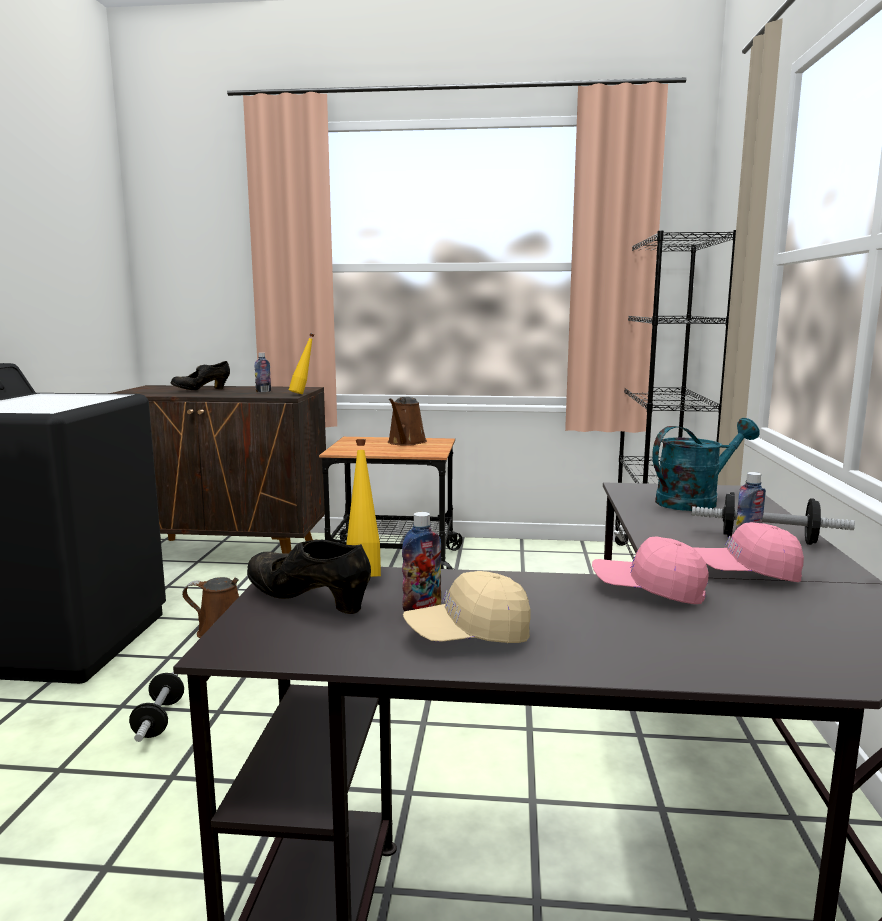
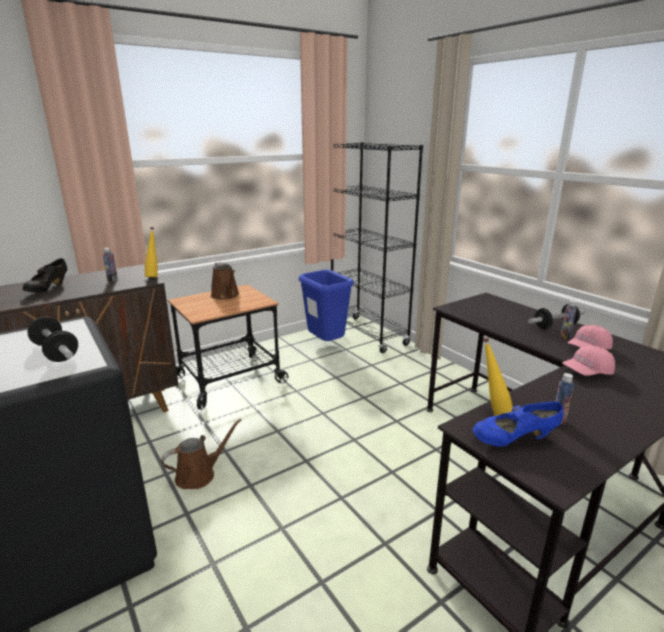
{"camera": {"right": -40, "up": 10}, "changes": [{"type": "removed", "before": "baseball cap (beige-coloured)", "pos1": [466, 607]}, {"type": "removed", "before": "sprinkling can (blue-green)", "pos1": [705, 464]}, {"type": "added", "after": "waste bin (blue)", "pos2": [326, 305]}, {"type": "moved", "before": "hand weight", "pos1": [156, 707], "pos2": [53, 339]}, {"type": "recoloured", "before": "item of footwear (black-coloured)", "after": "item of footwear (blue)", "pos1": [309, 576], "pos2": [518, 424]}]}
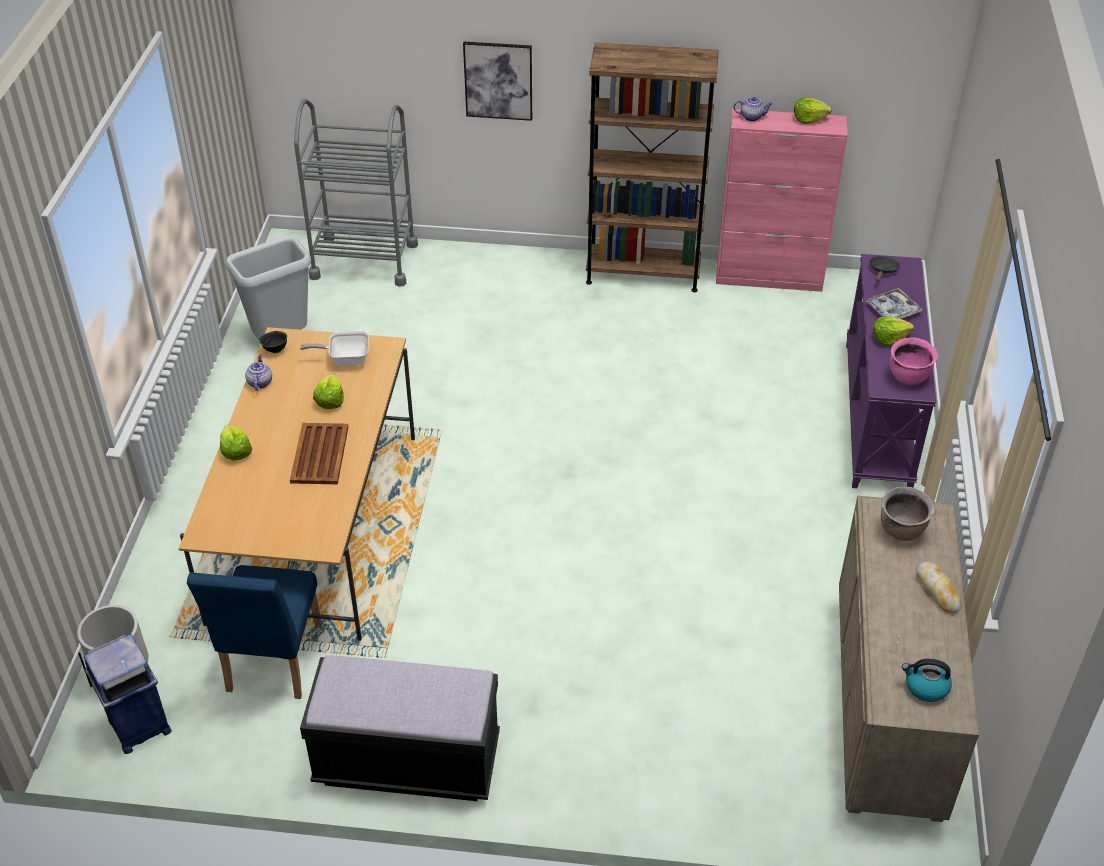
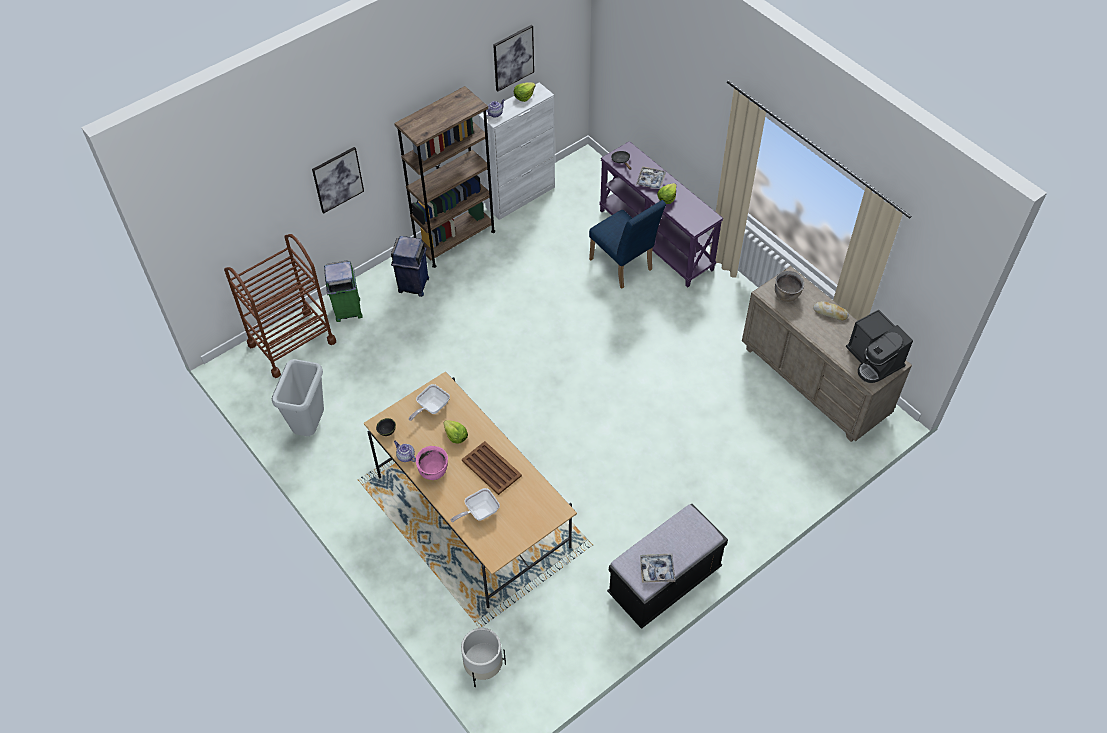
{"camera": {"right": -45, "up": 10}, "changes": [{"type": "removed", "before": "lettuce head", "pos1": [236, 442]}, {"type": "added", "after": "waste bin (greenish)", "pos2": [343, 291]}, {"type": "added", "after": "frying pan", "pos2": [475, 505]}, {"type": "added", "after": "wall art", "pos2": [513, 58]}, {"type": "added", "after": "carrying tray", "pos2": [657, 568]}, {"type": "moved", "before": "waste bin (blue)", "pos1": [128, 694], "pos2": [410, 266]}, {"type": "moved", "before": "plain chair (blue)", "pos1": [254, 632], "pos2": [627, 244]}, {"type": "moved", "before": "saucepot (pink-coloured)", "pos1": [914, 361], "pos2": [432, 463]}, {"type": "replaced", "before": "kettle", "after": "coffee maker", "pos1": [927, 680], "pos2": [879, 346]}, {"type": "recoloured", "before": "cart (greyish)", "after": "cart (brown)", "pos1": [356, 193], "pos2": [280, 306]}, {"type": "recoloured", "before": "storage cabinet (pink-coloured)", "after": "storage cabinet (white)", "pos1": [782, 200], "pos2": [517, 151]}]}
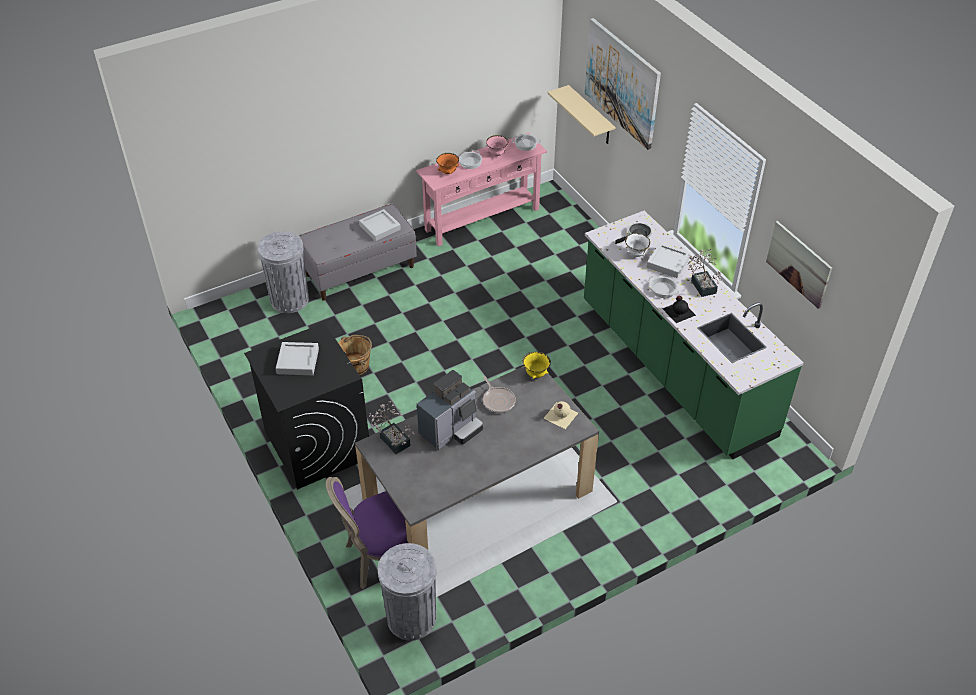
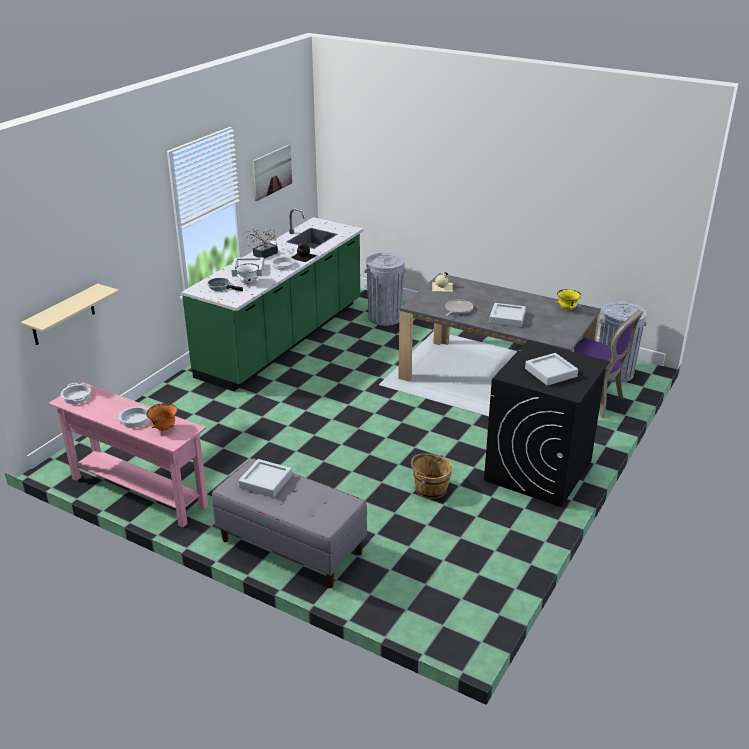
{"camera": {"right": -120, "up": -15}, "changes": [{"type": "removed", "before": "plant in a pot", "pos1": [392, 427]}, {"type": "removed", "before": "deep dish (pink-coloured)", "pos1": [497, 145]}, {"type": "removed", "before": "wall art", "pos1": [622, 84]}, {"type": "moved", "before": "waste bin (greyish)", "pos1": [283, 272], "pos2": [385, 289]}, {"type": "moved", "before": "deep dish (yellow)", "pos1": [536, 365], "pos2": [568, 299]}, {"type": "replaced", "before": "coffee maker", "after": "carrying tray (greyish)", "pos1": [450, 410], "pos2": [507, 315]}]}
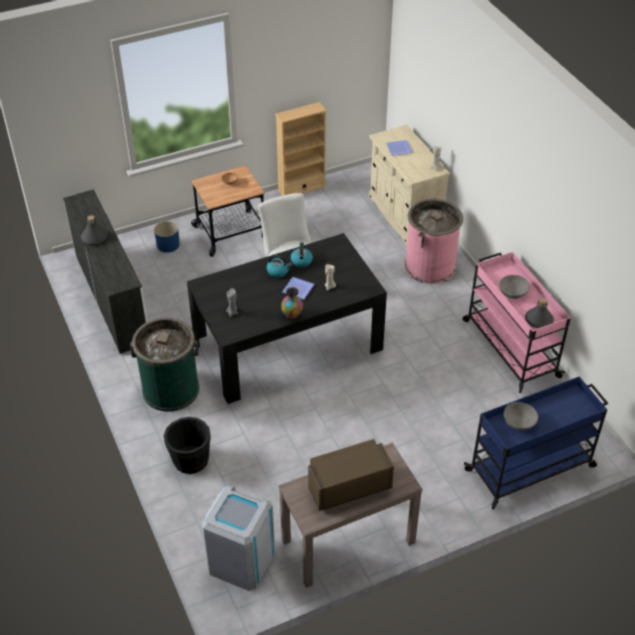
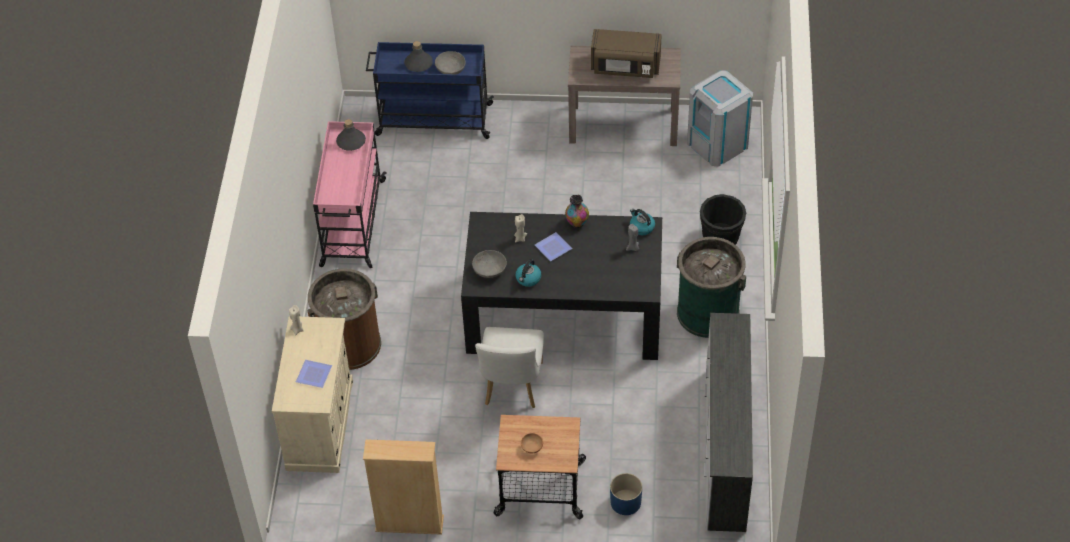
{"camera": {"right": -150, "up": 5}, "changes": [{"type": "moved", "before": "drink bottle (greyish)", "pos1": [94, 230], "pos2": [418, 56]}, {"type": "moved", "before": "kettle", "pos1": [279, 266], "pos2": [642, 222]}, {"type": "moved", "before": "deep dish (greyish)", "pos1": [514, 287], "pos2": [489, 264]}, {"type": "recoloured", "before": "waste bin (pink-coloured)", "after": "waste bin (brown)", "pos1": [434, 241], "pos2": [344, 319]}]}
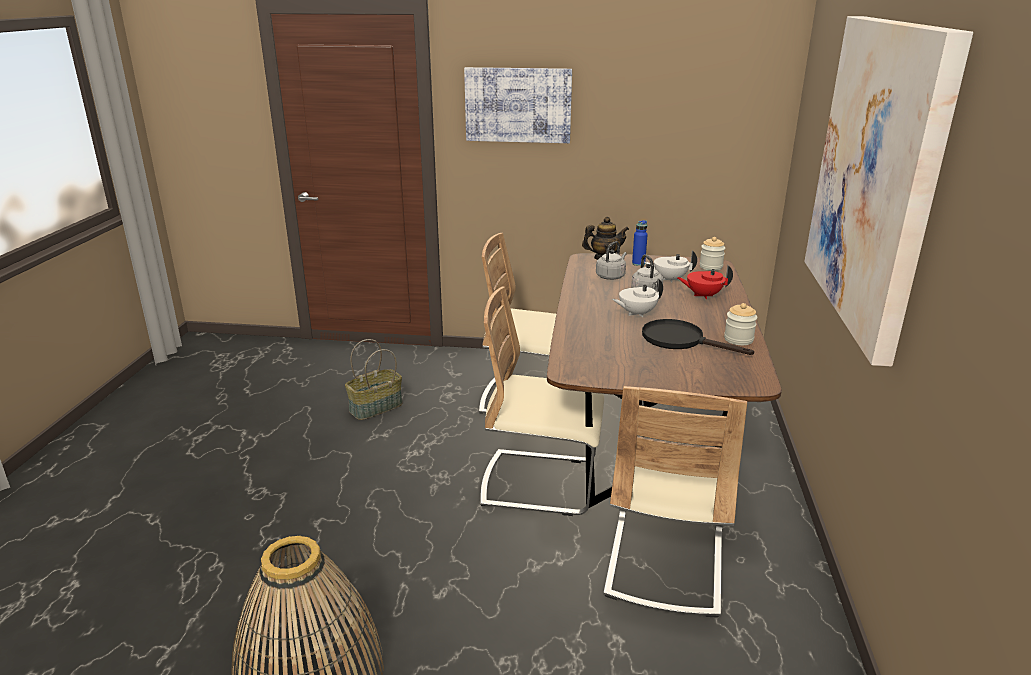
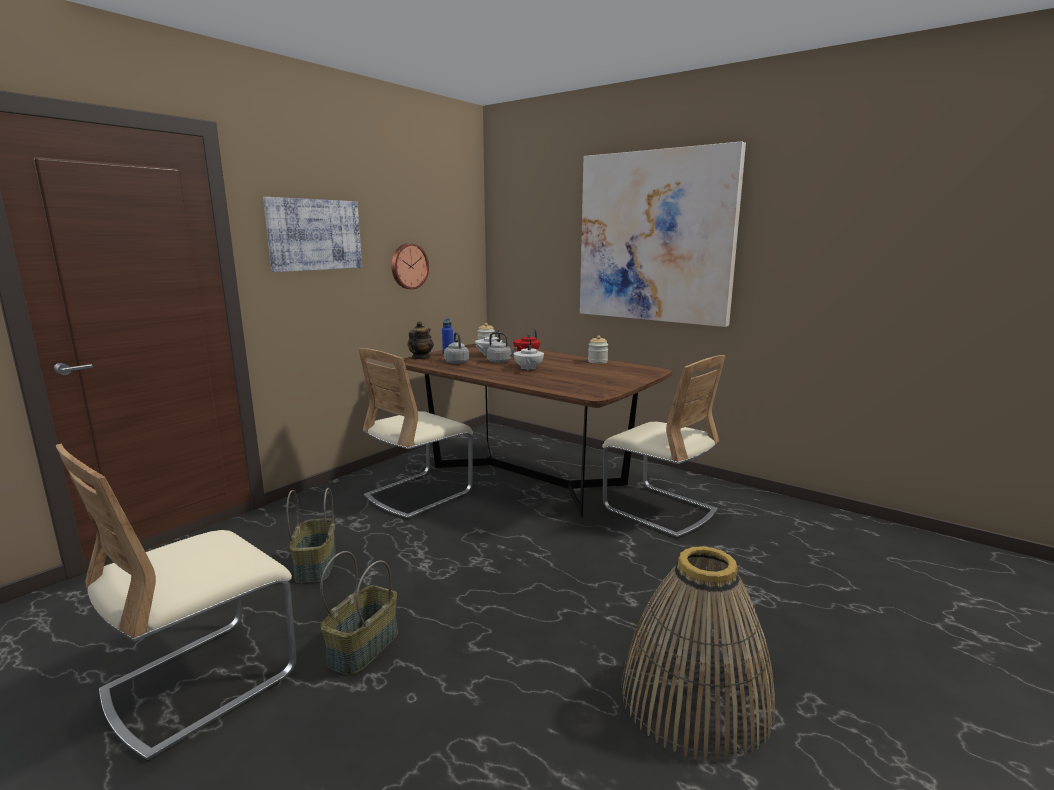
{"camera": {"right": -60, "up": -10}, "changes": [{"type": "removed", "before": "frying pan (black-coloured)", "pos1": [698, 337]}, {"type": "added", "after": "storage basket", "pos2": [359, 613]}, {"type": "added", "after": "clock on the wall", "pos2": [410, 266]}, {"type": "moved", "before": "plain chair (beige-coloured)", "pos1": [542, 401], "pos2": [176, 603]}]}
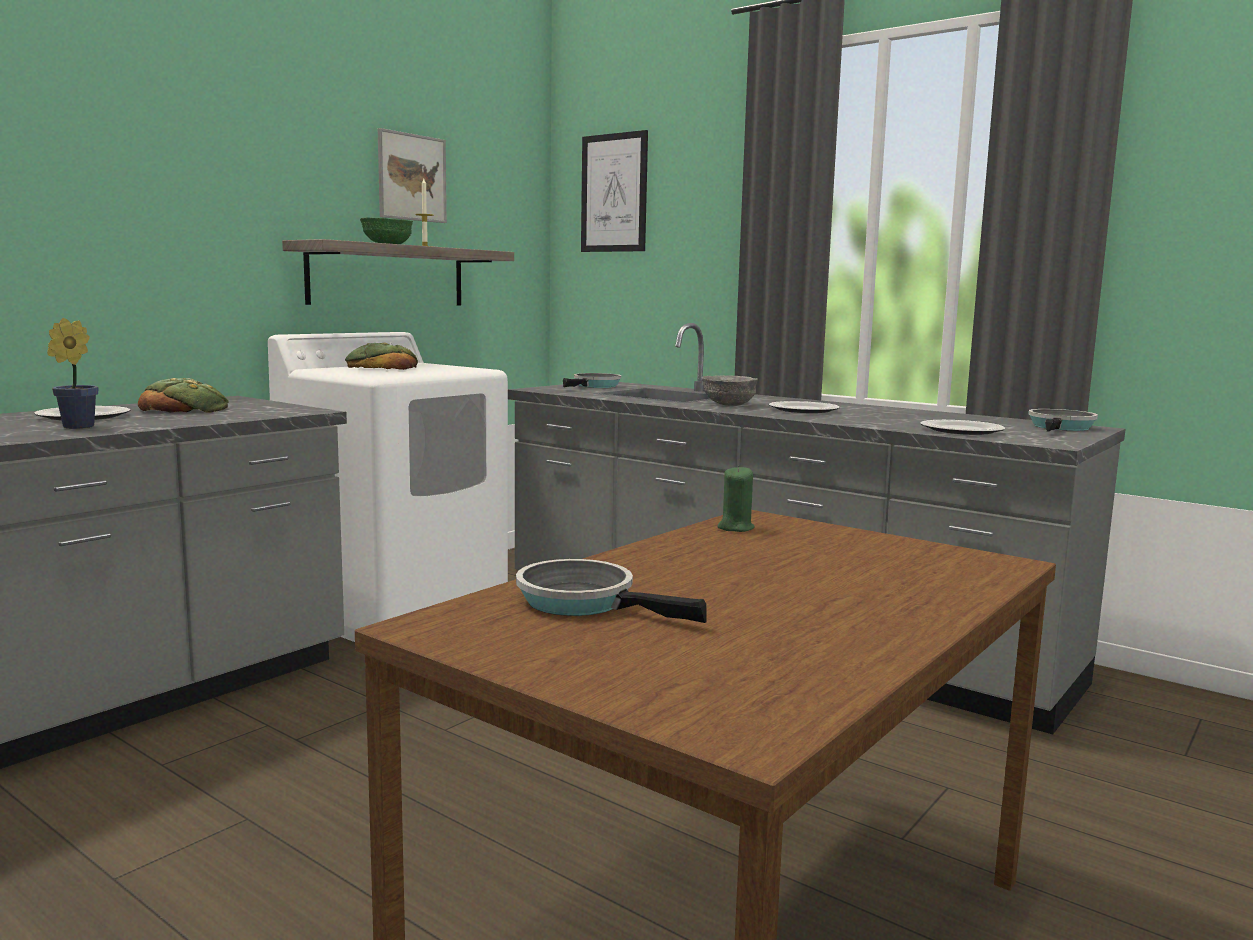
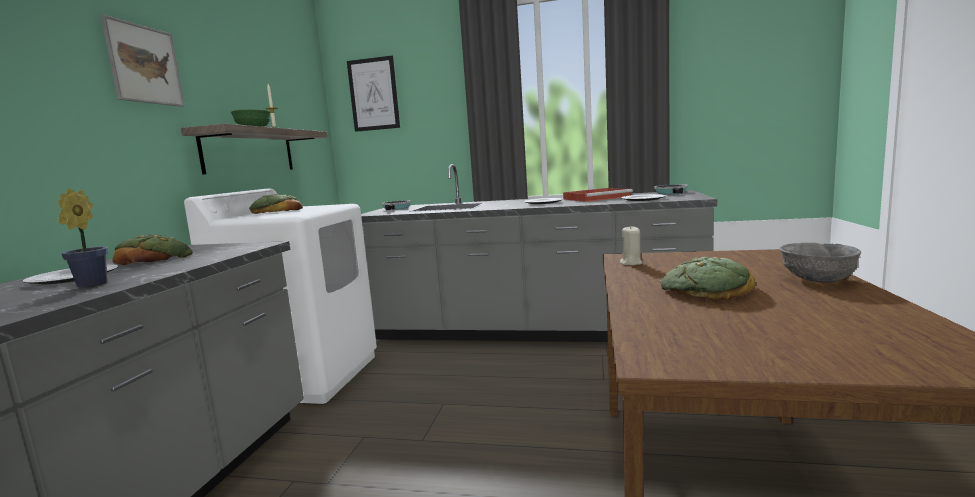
{"camera": {"right": -25, "up": 0}, "changes": [{"type": "removed", "before": "frying pan", "pos1": [611, 591]}, {"type": "added", "after": "carrying tray (red-coloured)", "pos2": [598, 195]}, {"type": "added", "after": "baked bread", "pos2": [707, 278]}, {"type": "moved", "before": "wall art", "pos1": [412, 175], "pos2": [142, 61]}, {"type": "moved", "before": "deep dish (greyish)", "pos1": [730, 390], "pos2": [820, 263]}, {"type": "recoloured", "before": "candle (greenish)", "after": "candle (beige-coloured)", "pos1": [736, 498], "pos2": [631, 245]}]}
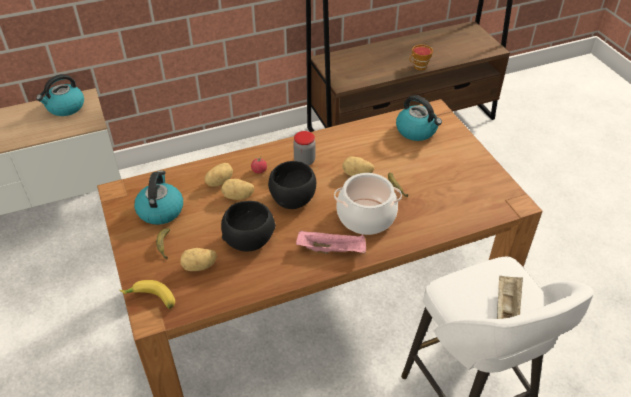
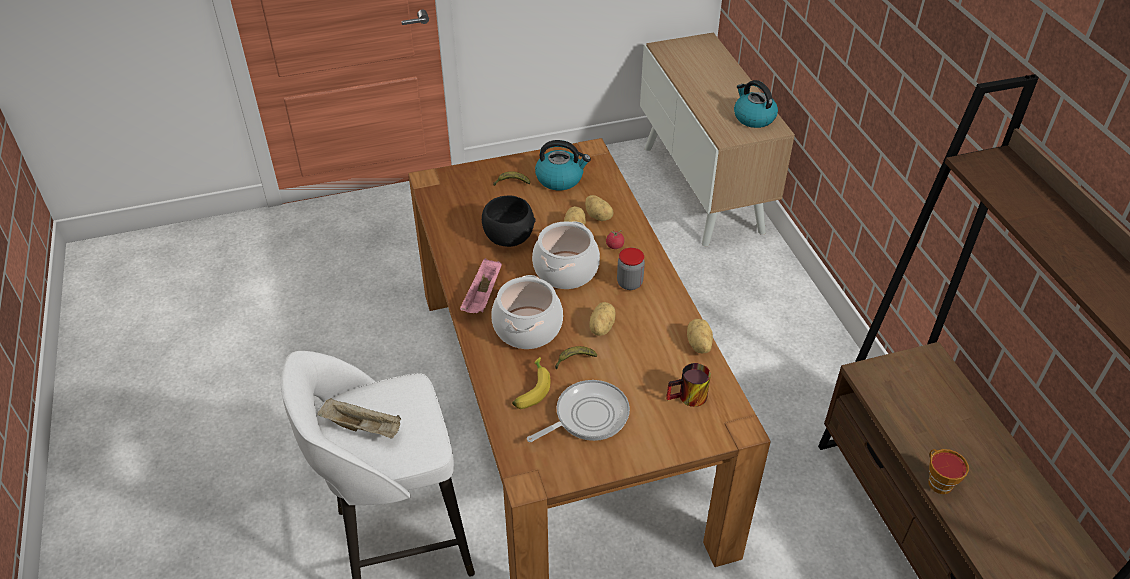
{"camera": {"right": 95, "up": 0}, "changes": [{"type": "added", "after": "frying pan", "pos2": [578, 411]}, {"type": "moved", "before": "whole banana", "pos1": [147, 294], "pos2": [531, 383]}, {"type": "moved", "before": "whole potato", "pos1": [198, 259], "pos2": [700, 336]}, {"type": "replaced", "before": "deep dish (black-coloured)", "after": "saucepot", "pos1": [292, 185], "pos2": [566, 255]}, {"type": "replaced", "before": "kettle", "after": "tea mug", "pos1": [419, 118], "pos2": [688, 385]}]}
